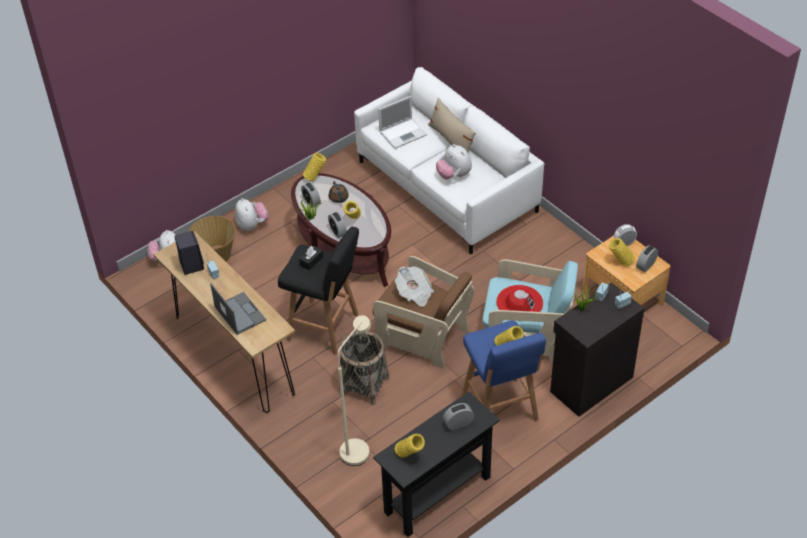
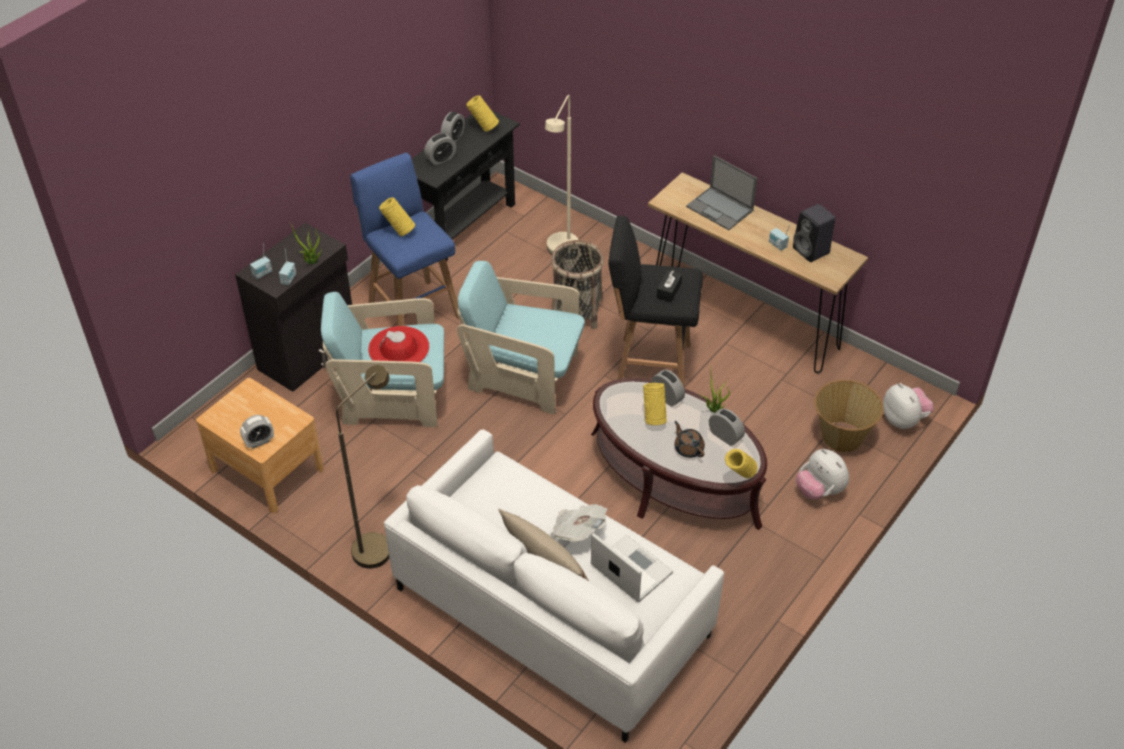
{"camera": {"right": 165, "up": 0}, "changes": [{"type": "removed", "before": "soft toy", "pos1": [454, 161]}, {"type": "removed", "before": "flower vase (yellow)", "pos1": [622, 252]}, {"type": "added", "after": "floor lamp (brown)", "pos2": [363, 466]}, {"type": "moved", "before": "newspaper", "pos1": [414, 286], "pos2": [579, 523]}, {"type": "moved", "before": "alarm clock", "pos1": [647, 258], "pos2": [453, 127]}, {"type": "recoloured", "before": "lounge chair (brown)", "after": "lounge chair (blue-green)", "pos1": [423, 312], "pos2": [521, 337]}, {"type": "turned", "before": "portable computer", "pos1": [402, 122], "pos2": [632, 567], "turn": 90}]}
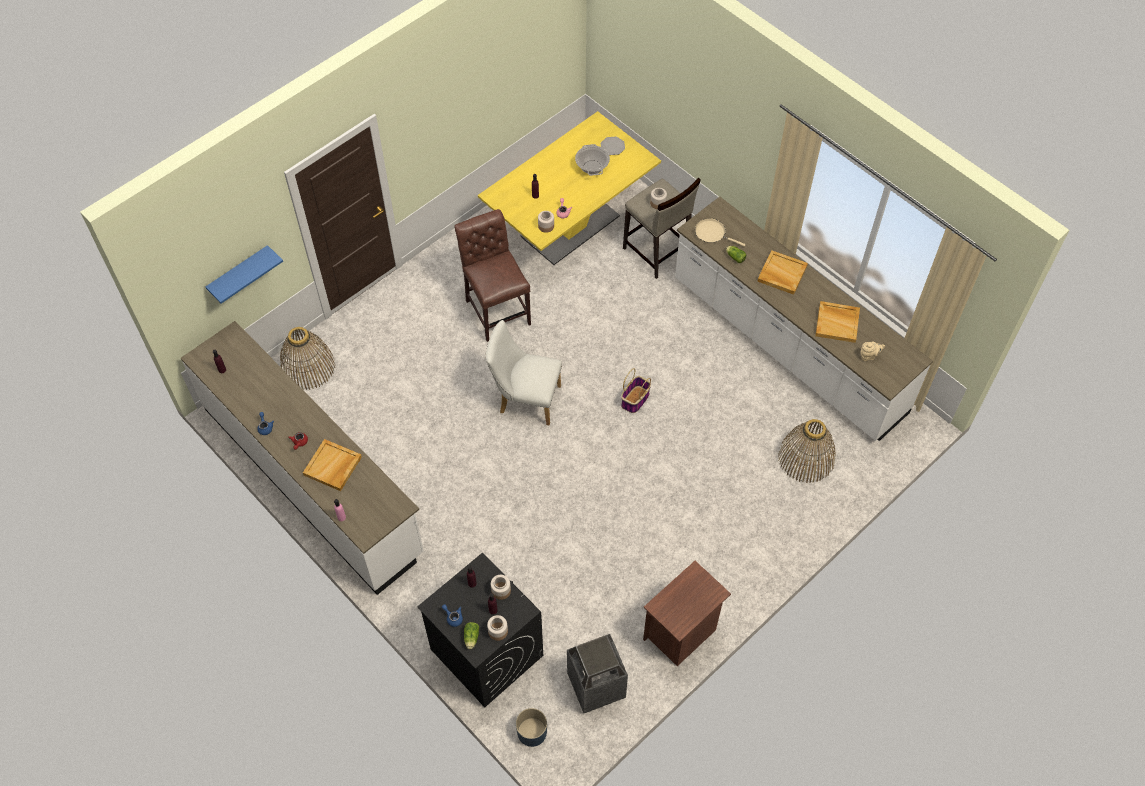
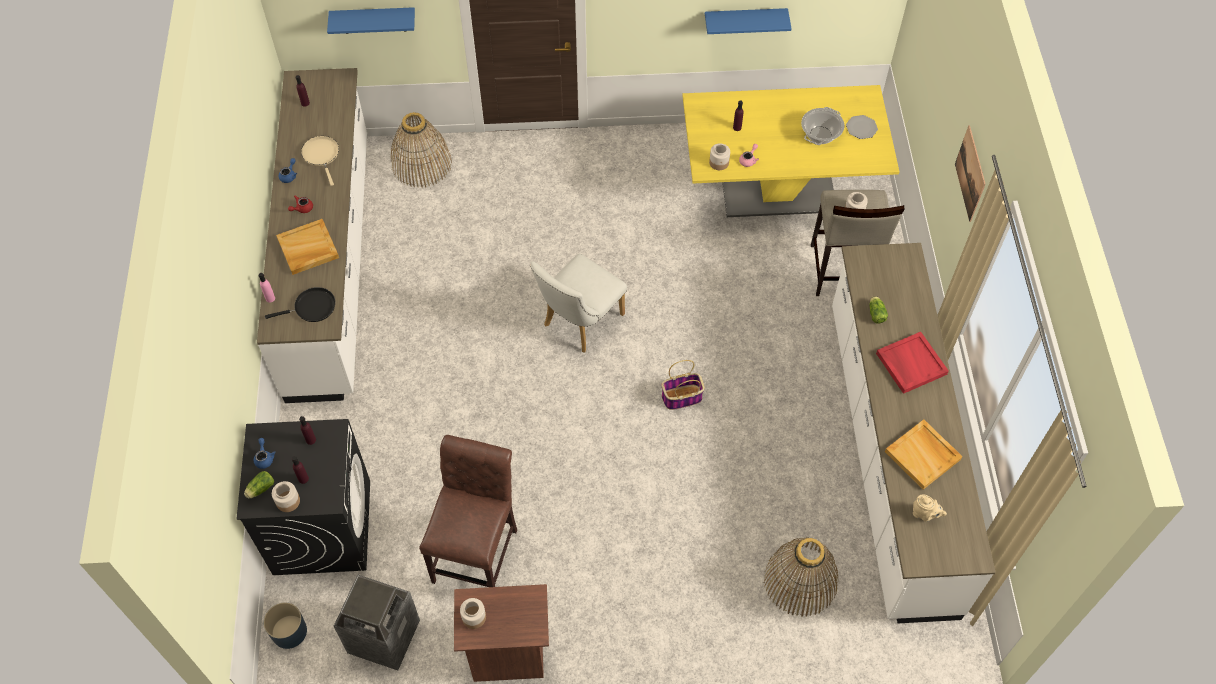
{"camera": {"right": 40, "up": 0}, "changes": [{"type": "added", "after": "frying pan (black-coloured)", "pos2": [300, 304]}, {"type": "added", "after": "bracket shelf (blue)", "pos2": [748, 21]}, {"type": "added", "after": "wall art", "pos2": [970, 173]}, {"type": "moved", "before": "plain chair (brown)", "pos1": [492, 275], "pos2": [468, 511]}, {"type": "moved", "before": "preserve jar", "pos1": [501, 587], "pos2": [473, 613]}, {"type": "moved", "before": "frying pan (beige-coloured)", "pos1": [720, 232], "pos2": [320, 161]}, {"type": "recoloured", "before": "carrying tray (beige-coloured)", "after": "carrying tray (red-coloured)", "pos1": [782, 272], "pos2": [912, 363]}, {"type": "turned", "before": "plain chair (white)", "pos1": [524, 372], "pos2": [578, 303], "turn": -105}]}
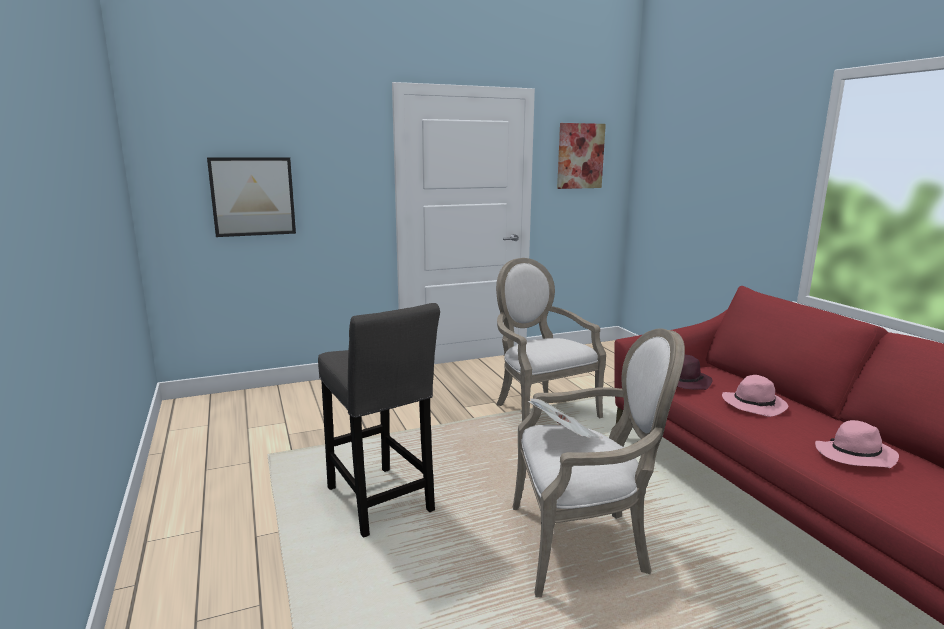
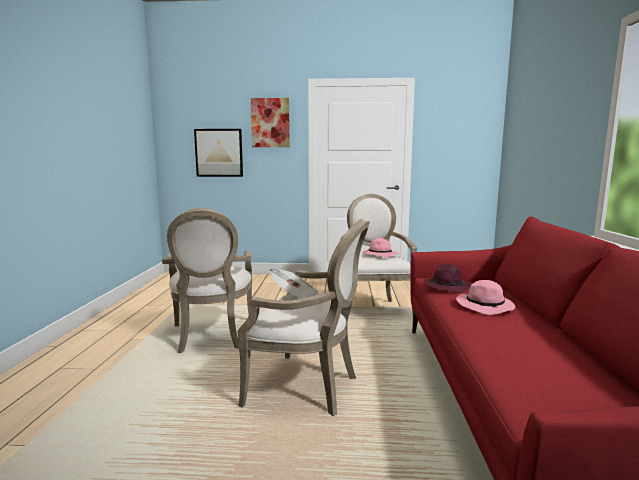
{"camera": {"right": 25, "up": -5}, "changes": [{"type": "moved", "before": "wall art", "pos1": [581, 156], "pos2": [270, 122]}, {"type": "moved", "before": "clothing hat (pink-coloured)", "pos1": [857, 444], "pos2": [380, 248]}, {"type": "replaced", "before": "stool (greyish)", "after": "lounge chair", "pos1": [379, 420], "pos2": [207, 280]}]}
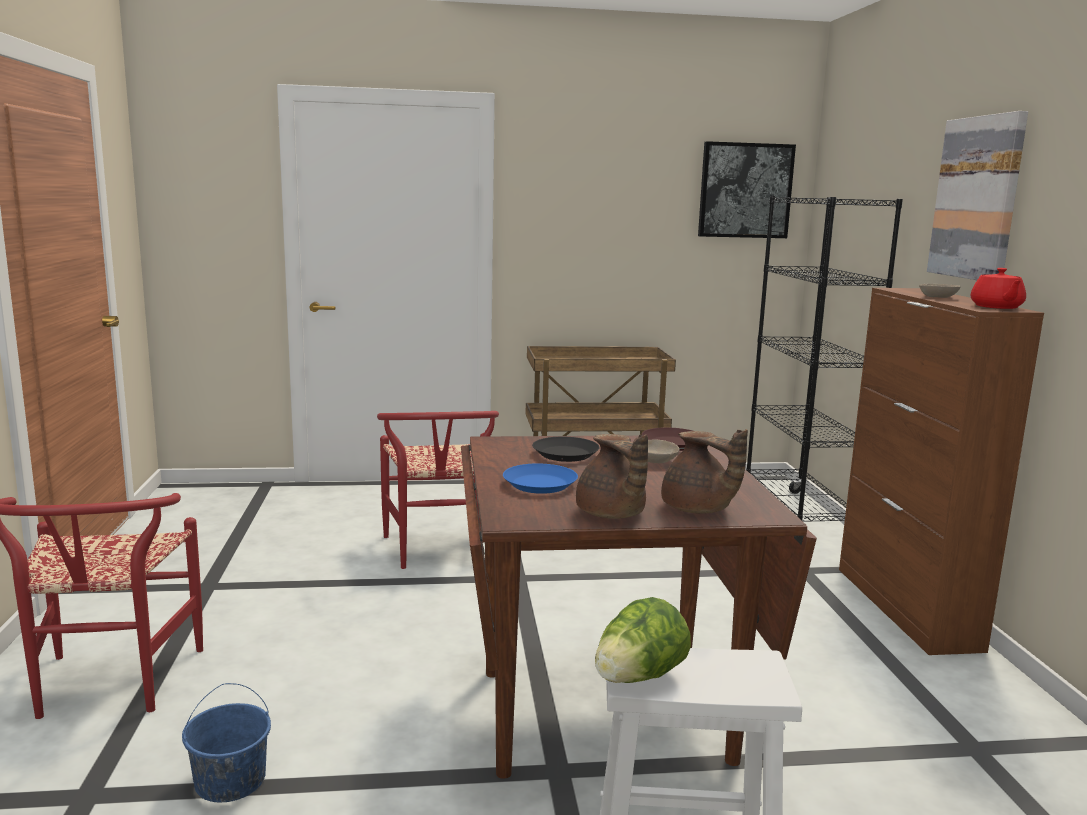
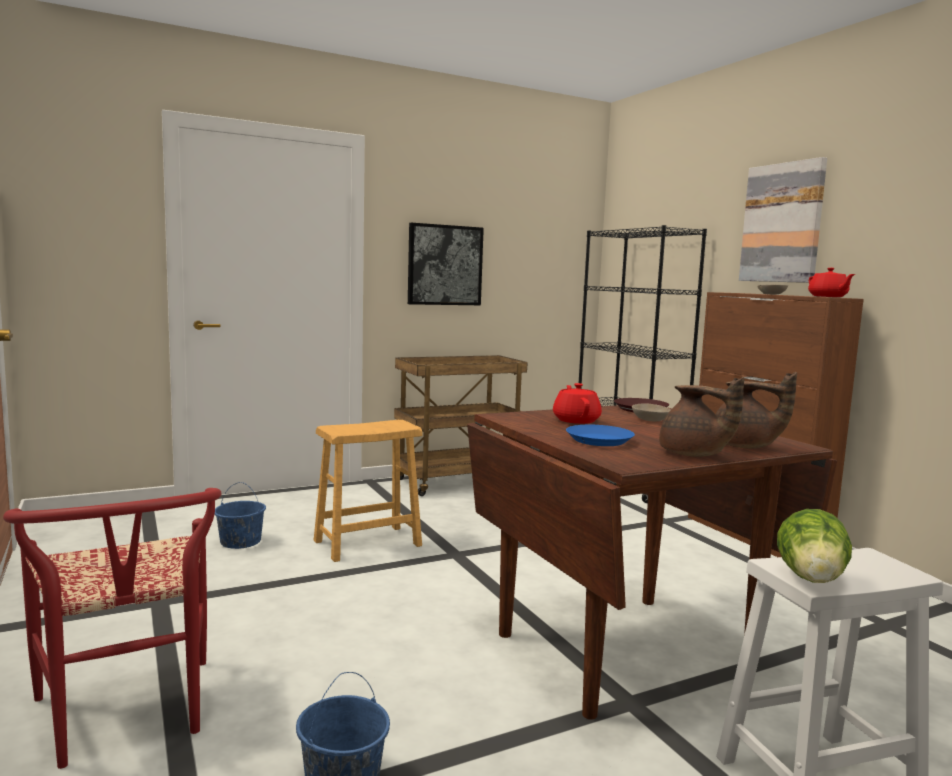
{"camera": {"right": -20, "up": -5}, "changes": [{"type": "added", "after": "bucket (blue)", "pos2": [240, 515]}, {"type": "moved", "before": "wall art", "pos1": [747, 189], "pos2": [446, 264]}, {"type": "replaced", "before": "plain chair (red-coloured)", "after": "stool (brown)", "pos1": [438, 490], "pos2": [368, 491]}, {"type": "replaced", "before": "plate (black-coloured)", "after": "pot for tea (red-coloured)", "pos1": [566, 449], "pos2": [577, 403]}]}
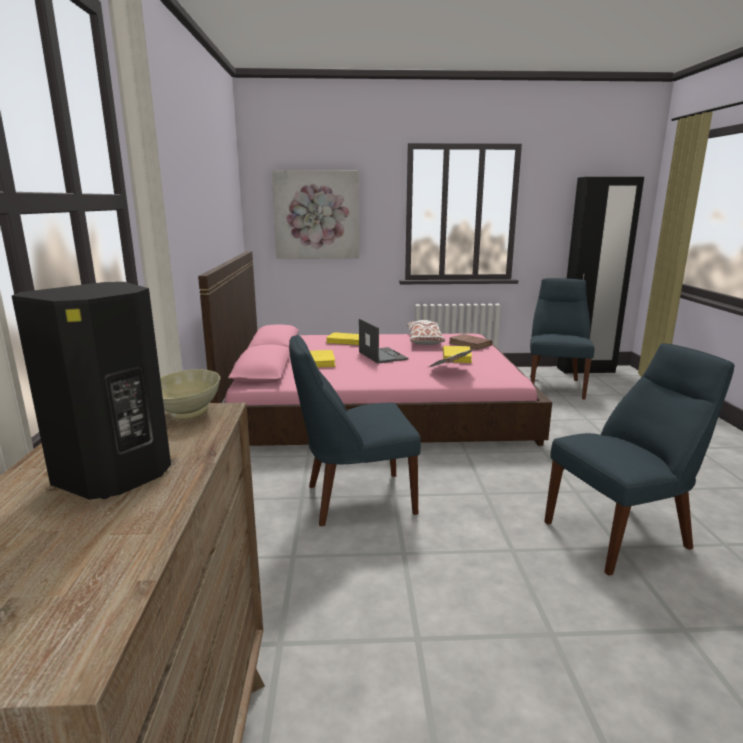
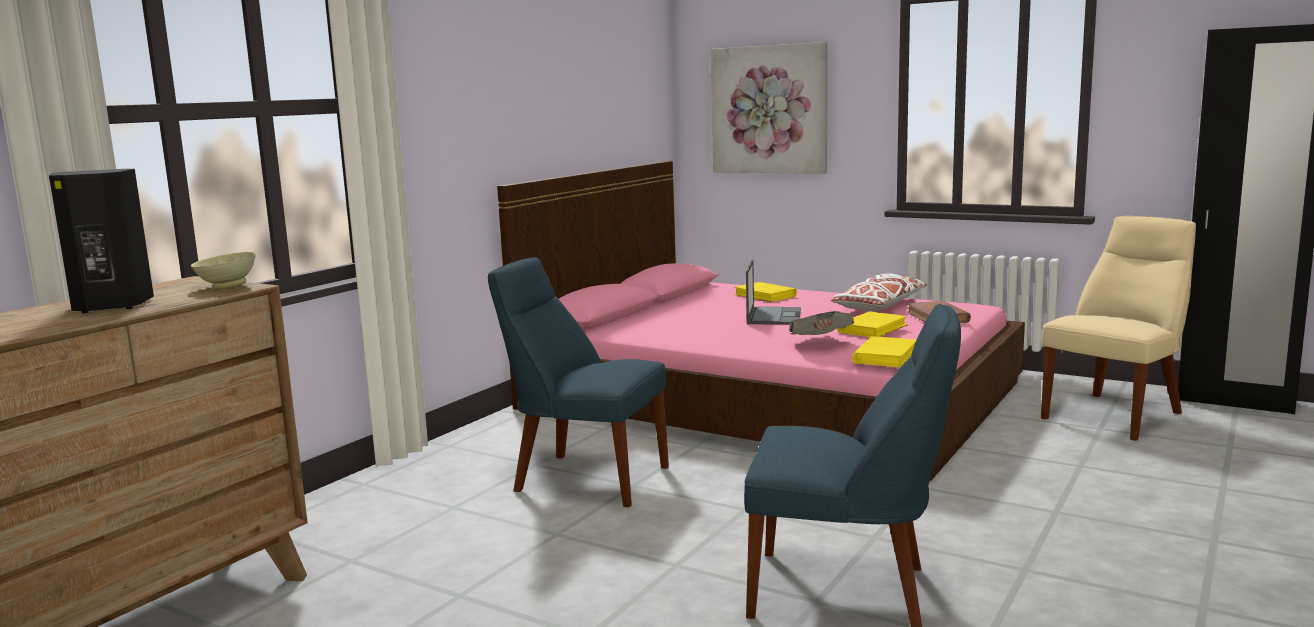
{"camera": {"right": 35, "up": -5}, "changes": [{"type": "moved", "before": "volume (yellow)", "pos1": [323, 358], "pos2": [884, 351]}, {"type": "recoloured", "before": "plain chair (blue)", "after": "plain chair (beige-coloured)", "pos1": [562, 339], "pos2": [1118, 328]}]}
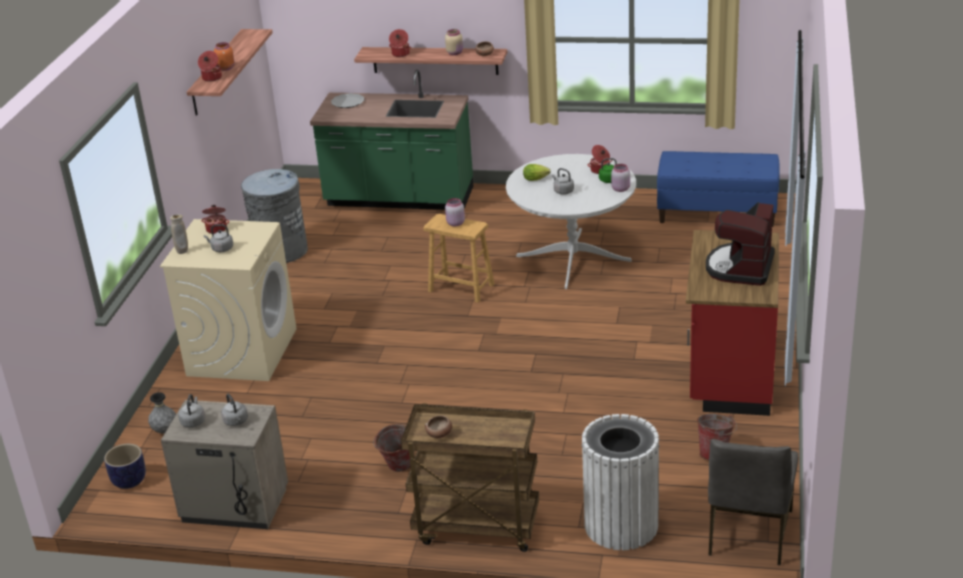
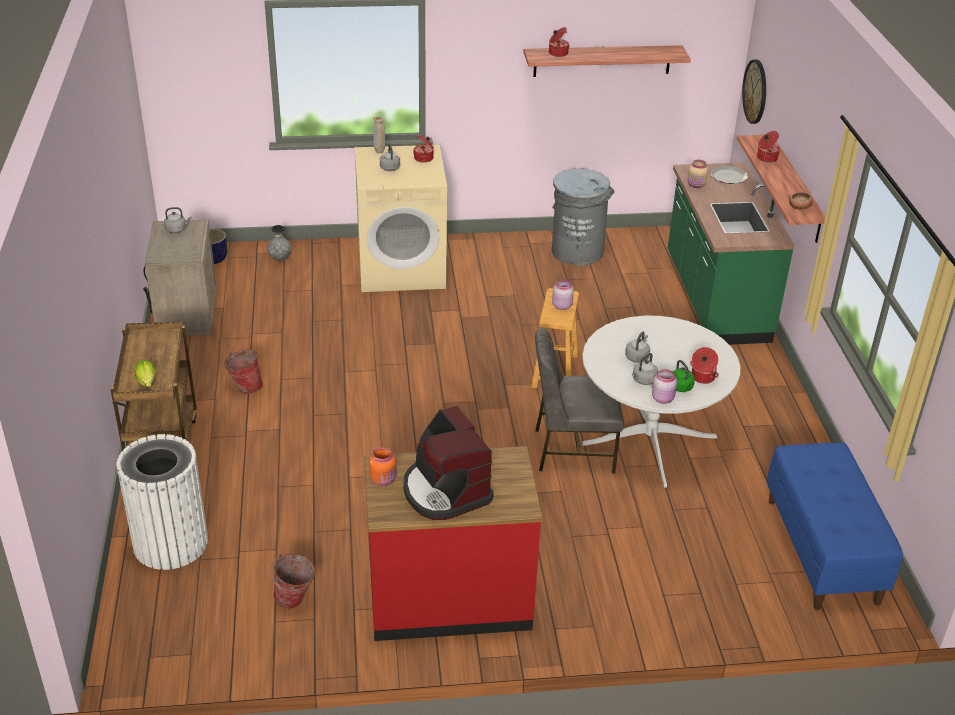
{"camera": {"right": 70, "up": 5}, "changes": [{"type": "removed", "before": "deep dish", "pos1": [438, 426]}, {"type": "added", "after": "clock on the wall", "pos2": [754, 92]}, {"type": "moved", "before": "preserve jar (orangey)", "pos1": [224, 56], "pos2": [382, 466]}, {"type": "moved", "before": "kettle (greyish)", "pos1": [234, 409], "pos2": [645, 369]}, {"type": "moved", "before": "preserve jar (beige-coloured)", "pos1": [454, 42], "pos2": [697, 174]}, {"type": "moved", "before": "lettuce head", "pos1": [536, 172], "pos2": [145, 373]}, {"type": "moved", "before": "plain chair (greyish)", "pos1": [753, 502], "pos2": [579, 401]}, {"type": "turned", "before": "coffee maker", "pos1": [740, 244], "pos2": [448, 463], "turn": -120}]}
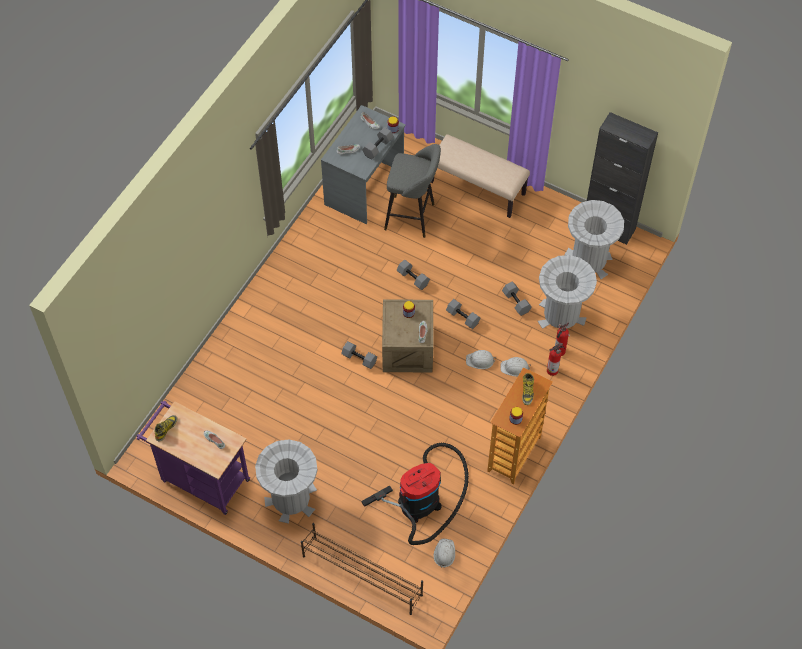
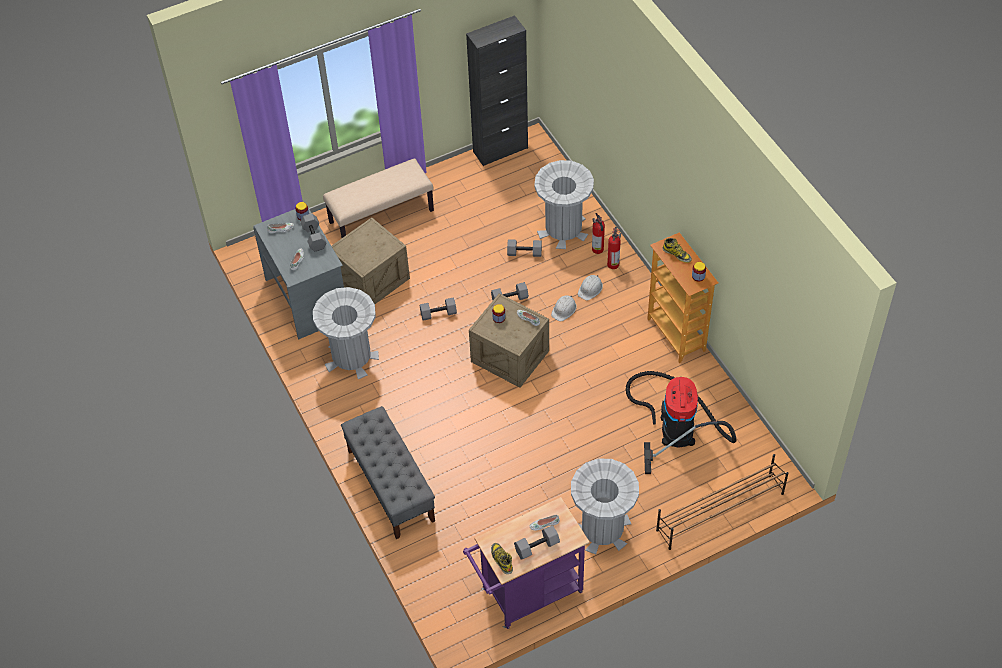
{"camera": {"right": -55, "up": -5}, "changes": [{"type": "removed", "before": "work helmet (white)", "pos1": [444, 553]}, {"type": "added", "after": "indoor bench (greyish)", "pos2": [388, 472]}, {"type": "moved", "before": "hand weight (greyish)", "pos1": [359, 355], "pos2": [537, 542]}, {"type": "moved", "before": "waste bin (greyish)", "pos1": [594, 239], "pos2": [346, 333]}, {"type": "replaced", "before": "stool (greyish)", "after": "shipping crate", "pos1": [412, 191], "pos2": [371, 260]}]}
